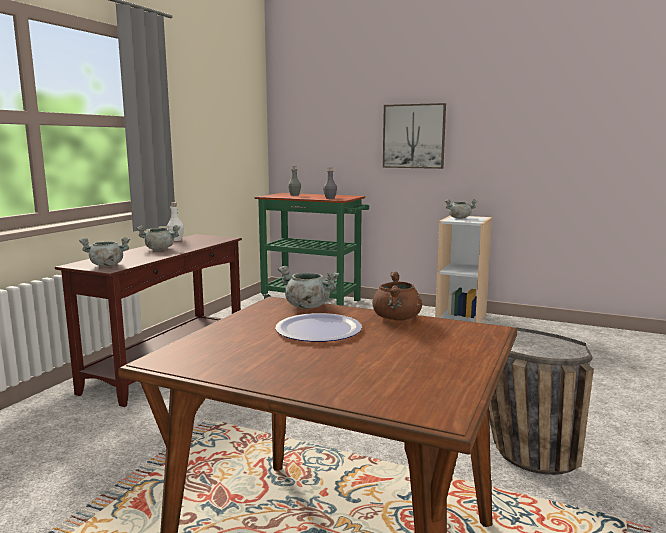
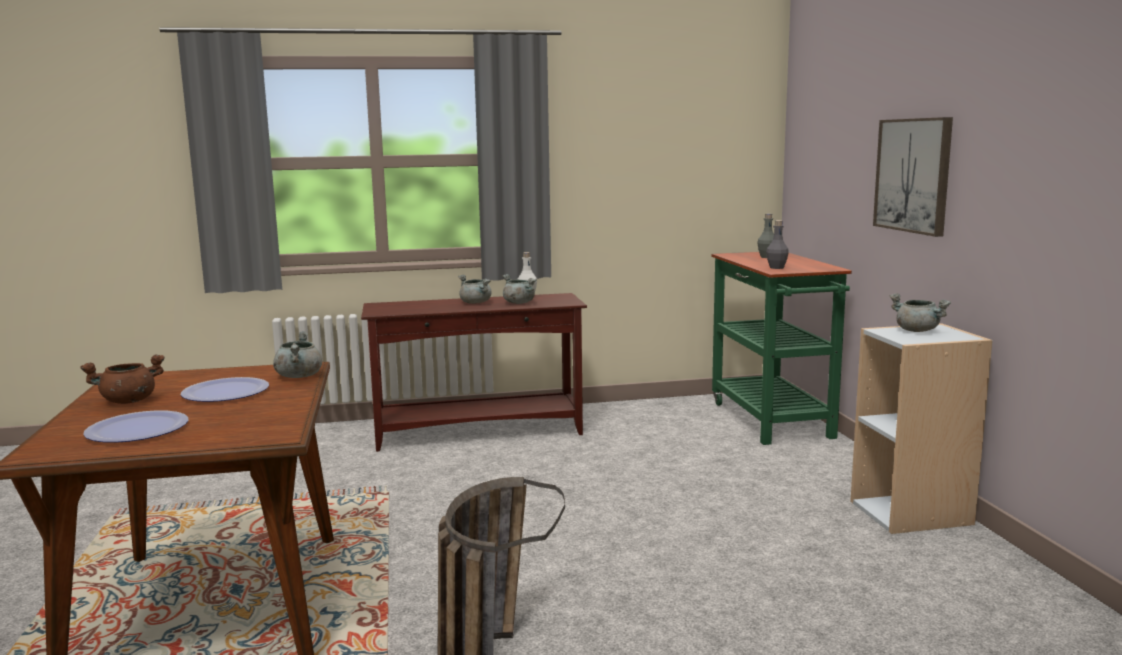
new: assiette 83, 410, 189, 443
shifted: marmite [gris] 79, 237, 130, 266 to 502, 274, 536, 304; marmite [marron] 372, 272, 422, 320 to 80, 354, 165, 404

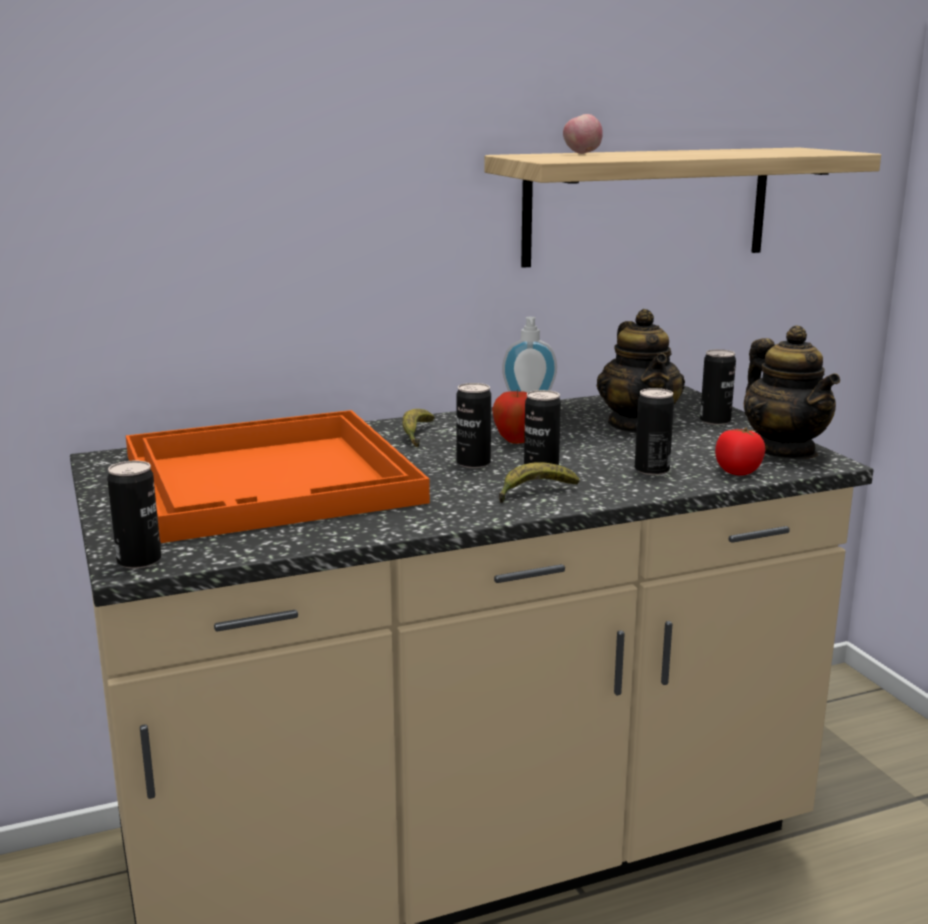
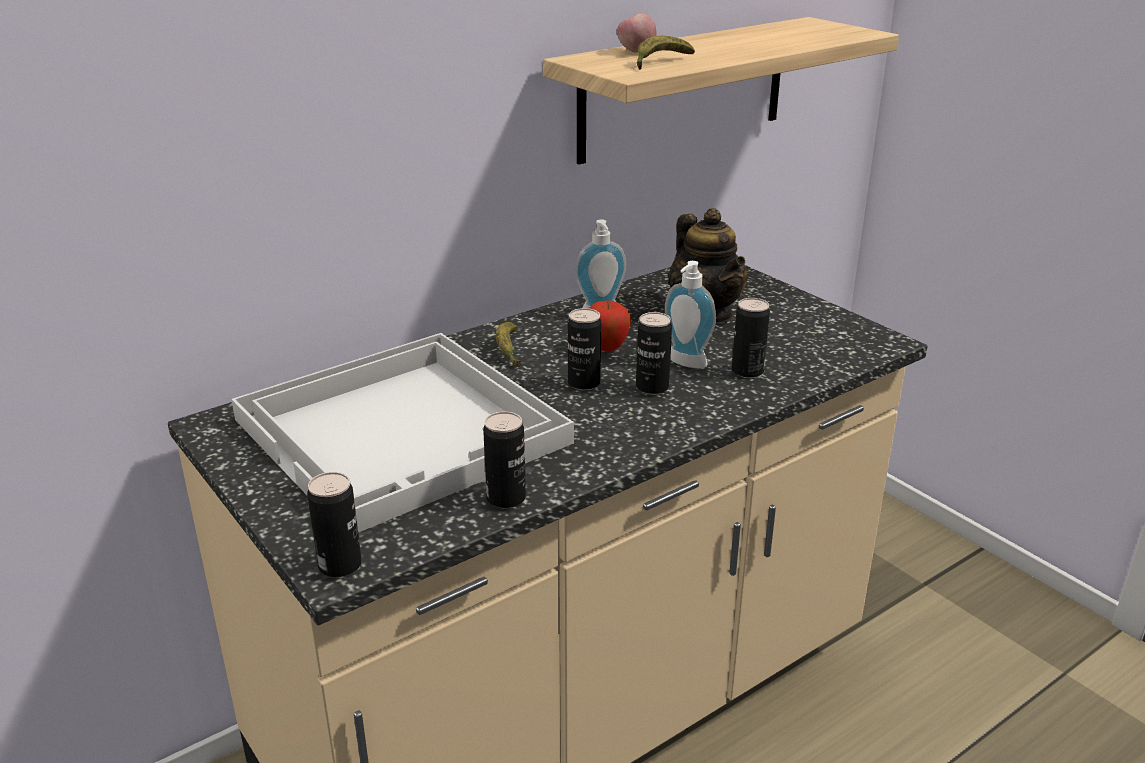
gone: théière 744, 325, 840, 459; tomate 715, 427, 765, 476
new: distributeur de savon 665, 261, 716, 369
shifted: boîte métallique 700, 349, 736, 425 to 483, 411, 526, 509; banane 499, 462, 580, 503 to 637, 35, 695, 70
repainted: plateau [orange] 126, 410, 430, 543 to plateau [blanc] 231, 333, 574, 533

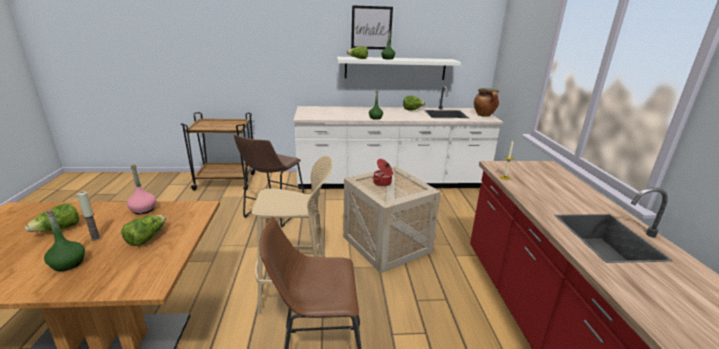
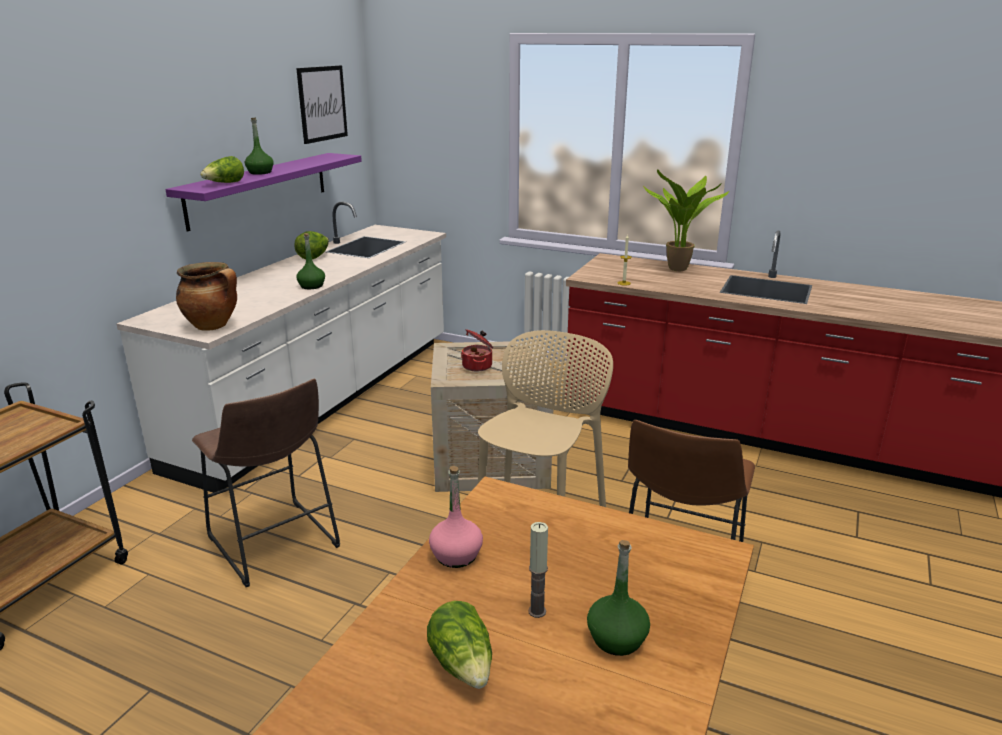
gone: laitue 121, 215, 166, 246
new: plante en pot 643, 169, 729, 271
shifted: tableau 351, 5, 393, 49 to 296, 65, 348, 144; marmite 474, 88, 499, 117 to 176, 262, 237, 331
repainted: étagère [blanc] 337, 57, 461, 80 to étagère [violet] 165, 153, 362, 232

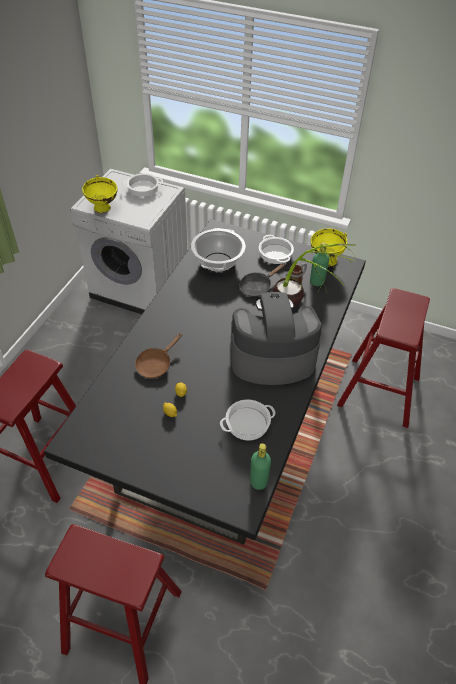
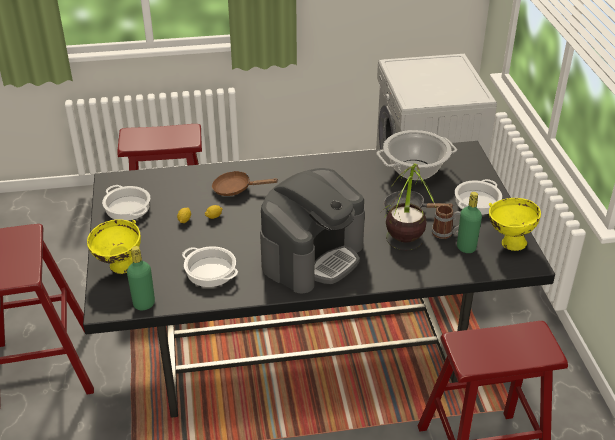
shifted: marmite 122, 173, 163, 196 to 102, 185, 150, 221; bol [jaune] 82, 175, 117, 213 to 87, 219, 141, 274
rotated: machine à café 230, 292, 322, 385 = 260, 168, 365, 294 75 degrees clockwise

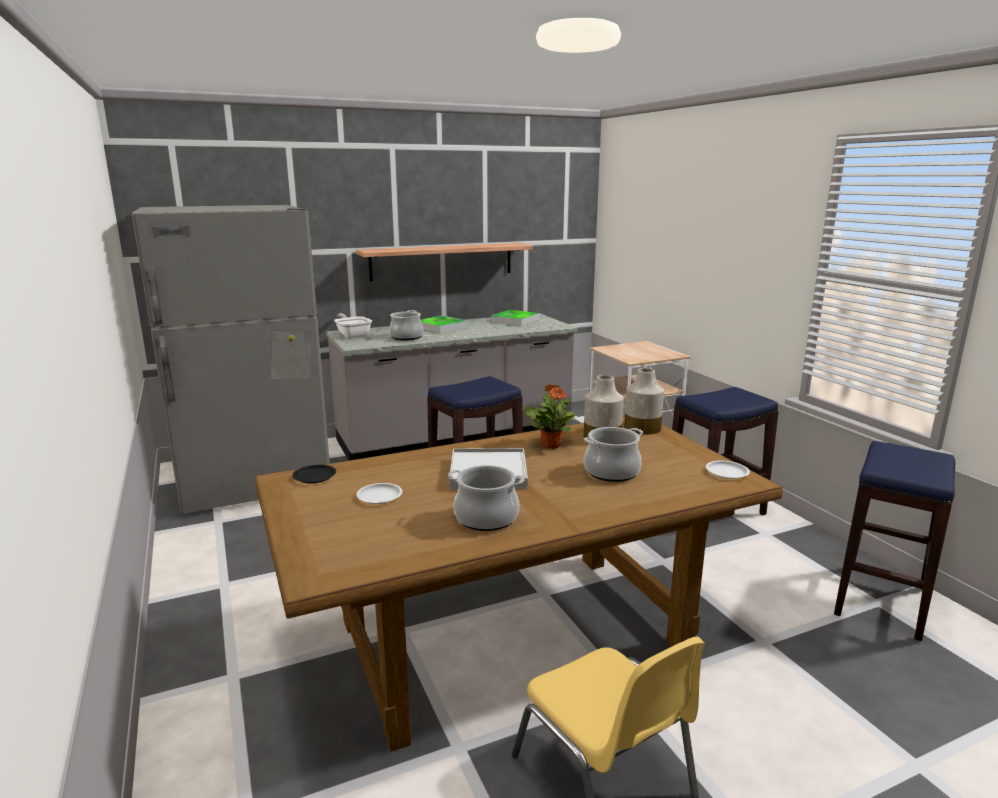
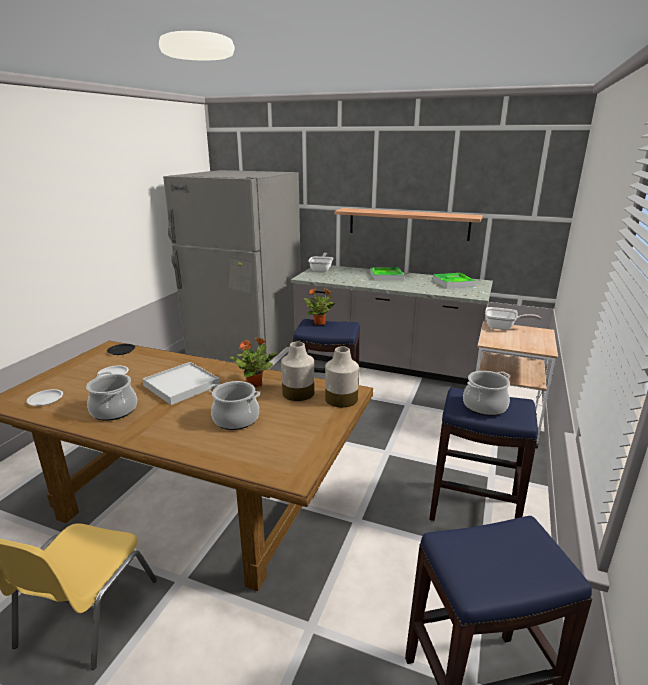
new: plante en pot 304, 288, 336, 325; poêle 485, 307, 542, 330
shifted: marmite 389, 310, 423, 340 to 463, 371, 510, 416; assiette [blanc] 706, 461, 750, 479 to 27, 389, 63, 406

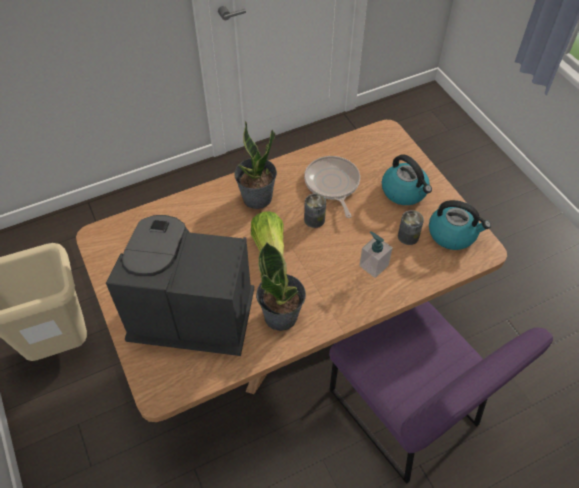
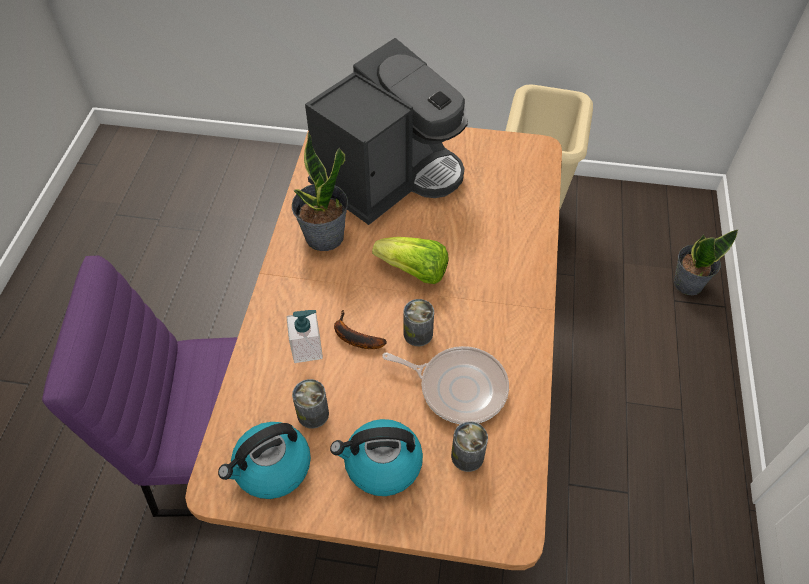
new: banane 334, 310, 387, 349; boîte métallique 451, 421, 488, 472
shifted: plante en pot 234, 121, 277, 209 to 674, 229, 739, 295

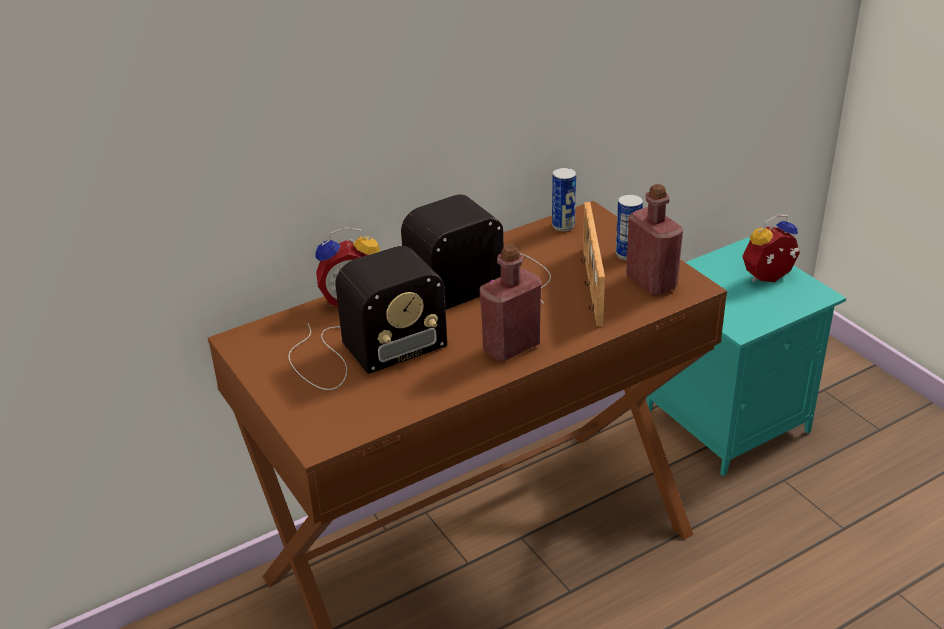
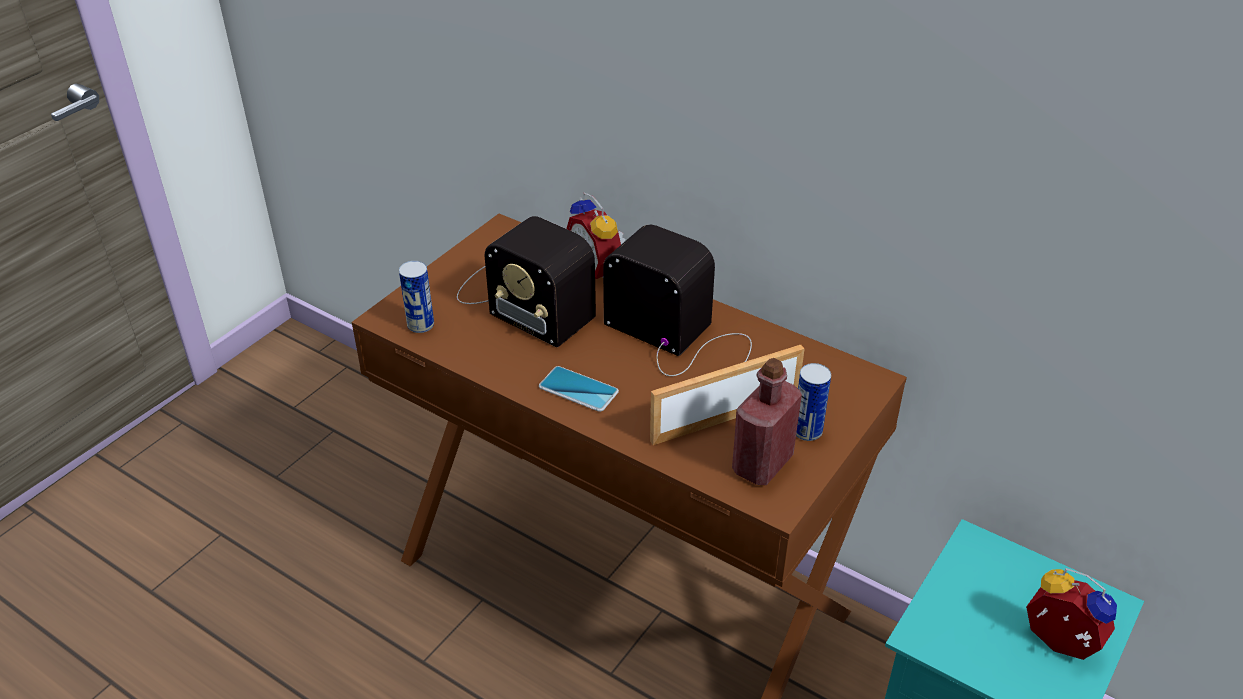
shifted: boîte métallique 552, 167, 576, 231 to 399, 261, 434, 333
swapped: bouteille [rouge] 479, 245, 542, 362 to téléphone 539, 366, 619, 412

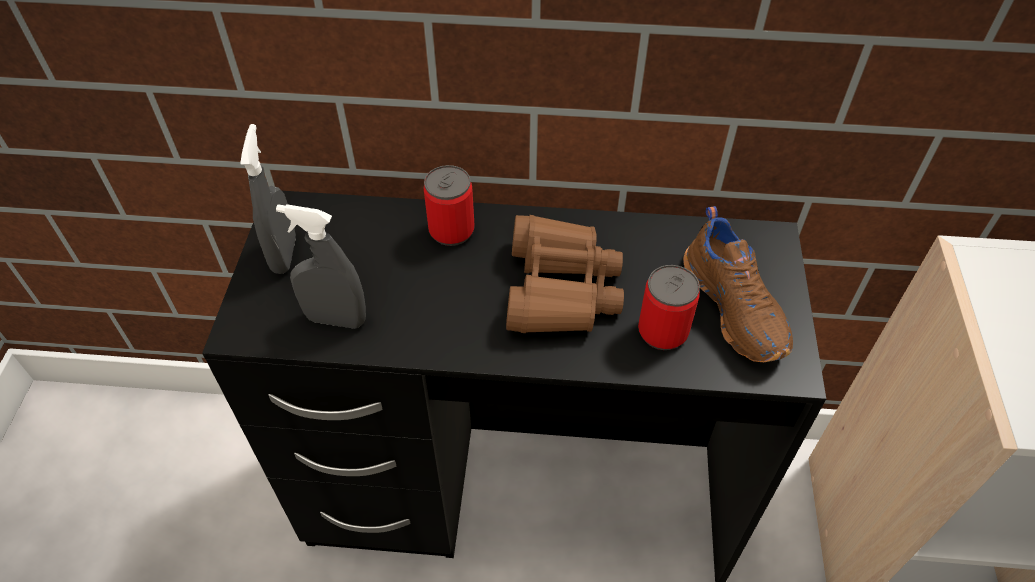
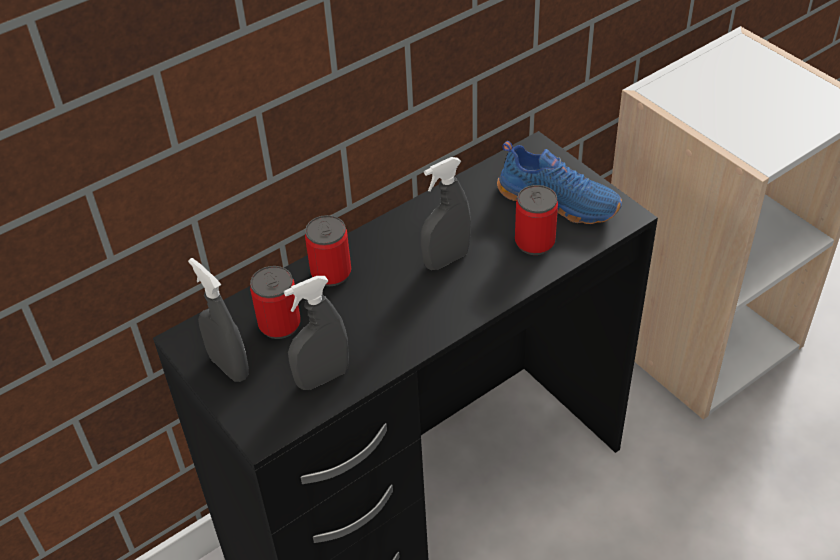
new: boîte métallique 250, 266, 301, 339
swapped: jumelles [marron] 506, 215, 624, 333 to vaporisateur [gris] 421, 157, 471, 270
repainted: chaussure [marron] 683, 206, 793, 362 to chaussure [bleu] 497, 141, 622, 224

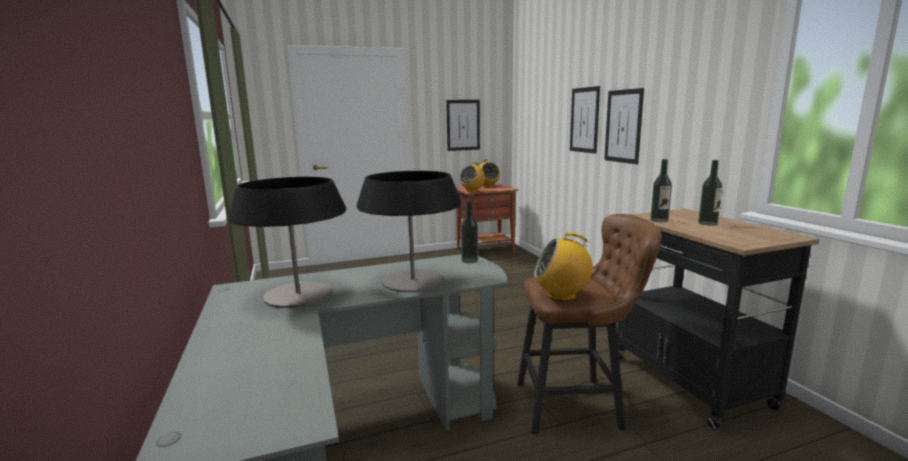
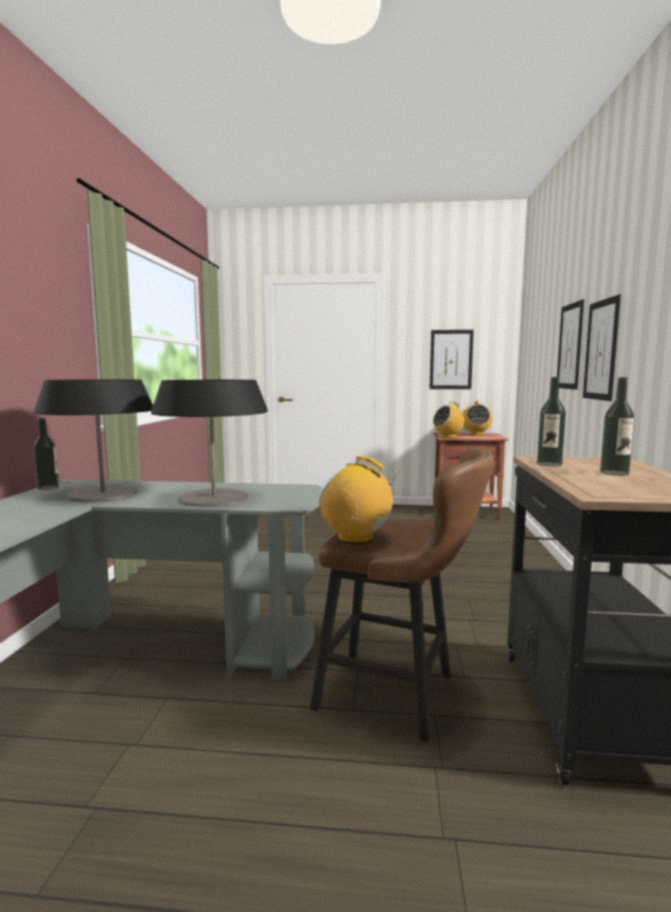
shifted: bouteille 461, 200, 478, 263 to 33, 418, 59, 490

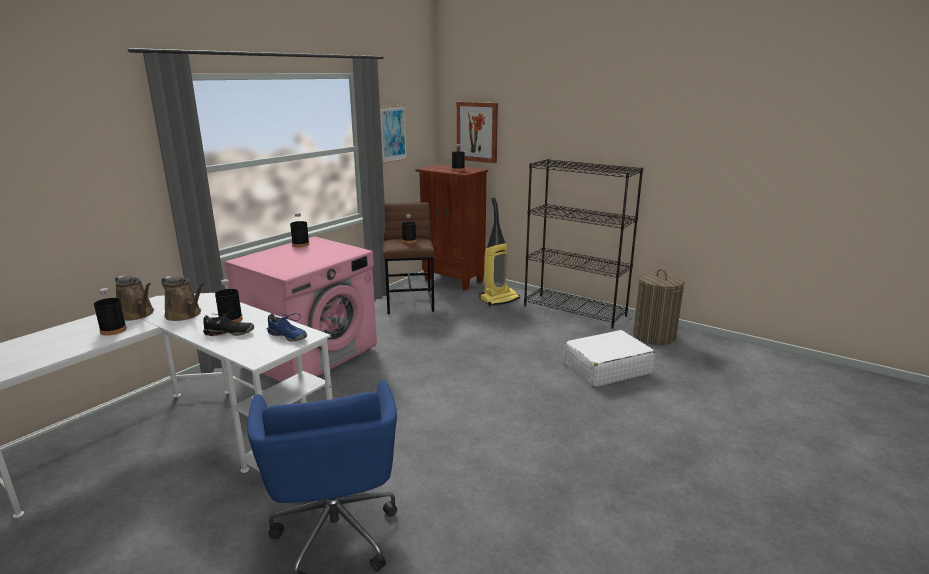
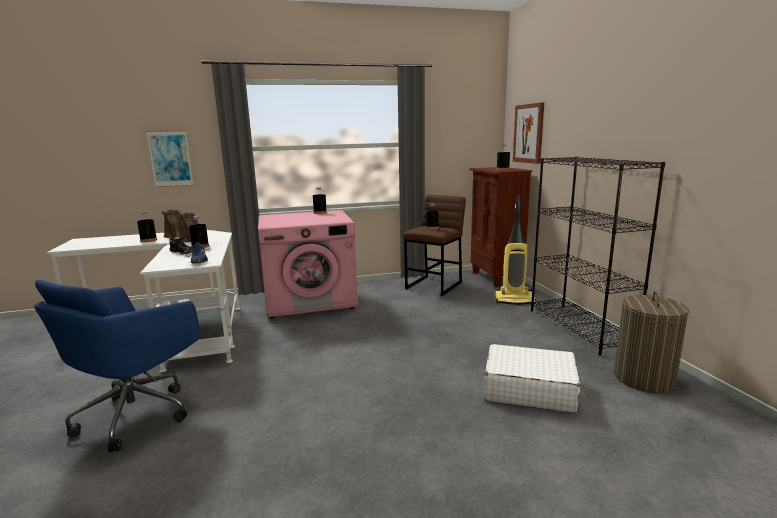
shifted: tableau 380, 105, 407, 163 to 146, 130, 193, 187

